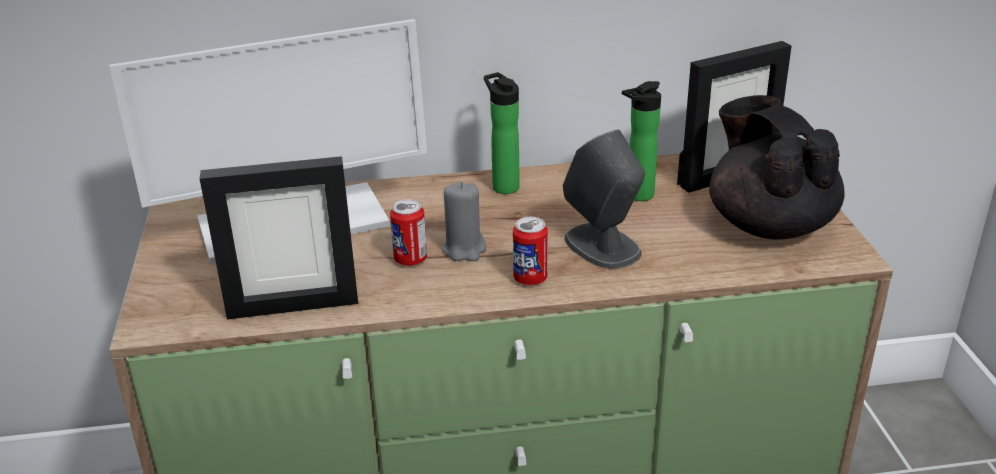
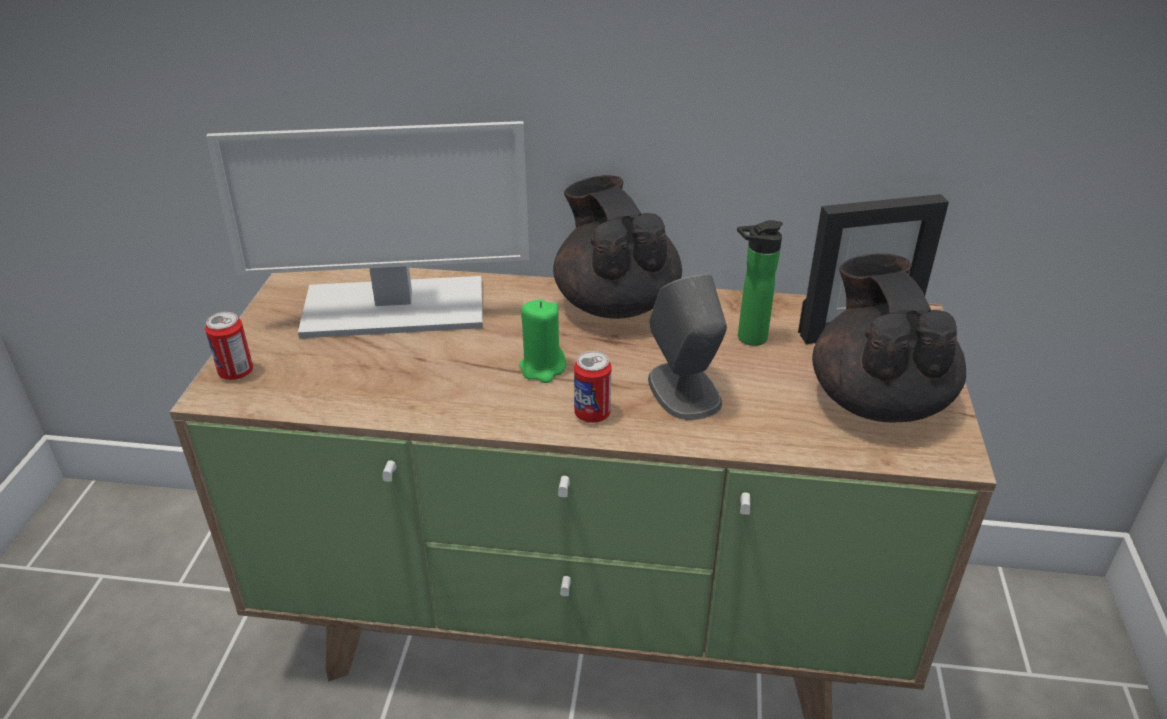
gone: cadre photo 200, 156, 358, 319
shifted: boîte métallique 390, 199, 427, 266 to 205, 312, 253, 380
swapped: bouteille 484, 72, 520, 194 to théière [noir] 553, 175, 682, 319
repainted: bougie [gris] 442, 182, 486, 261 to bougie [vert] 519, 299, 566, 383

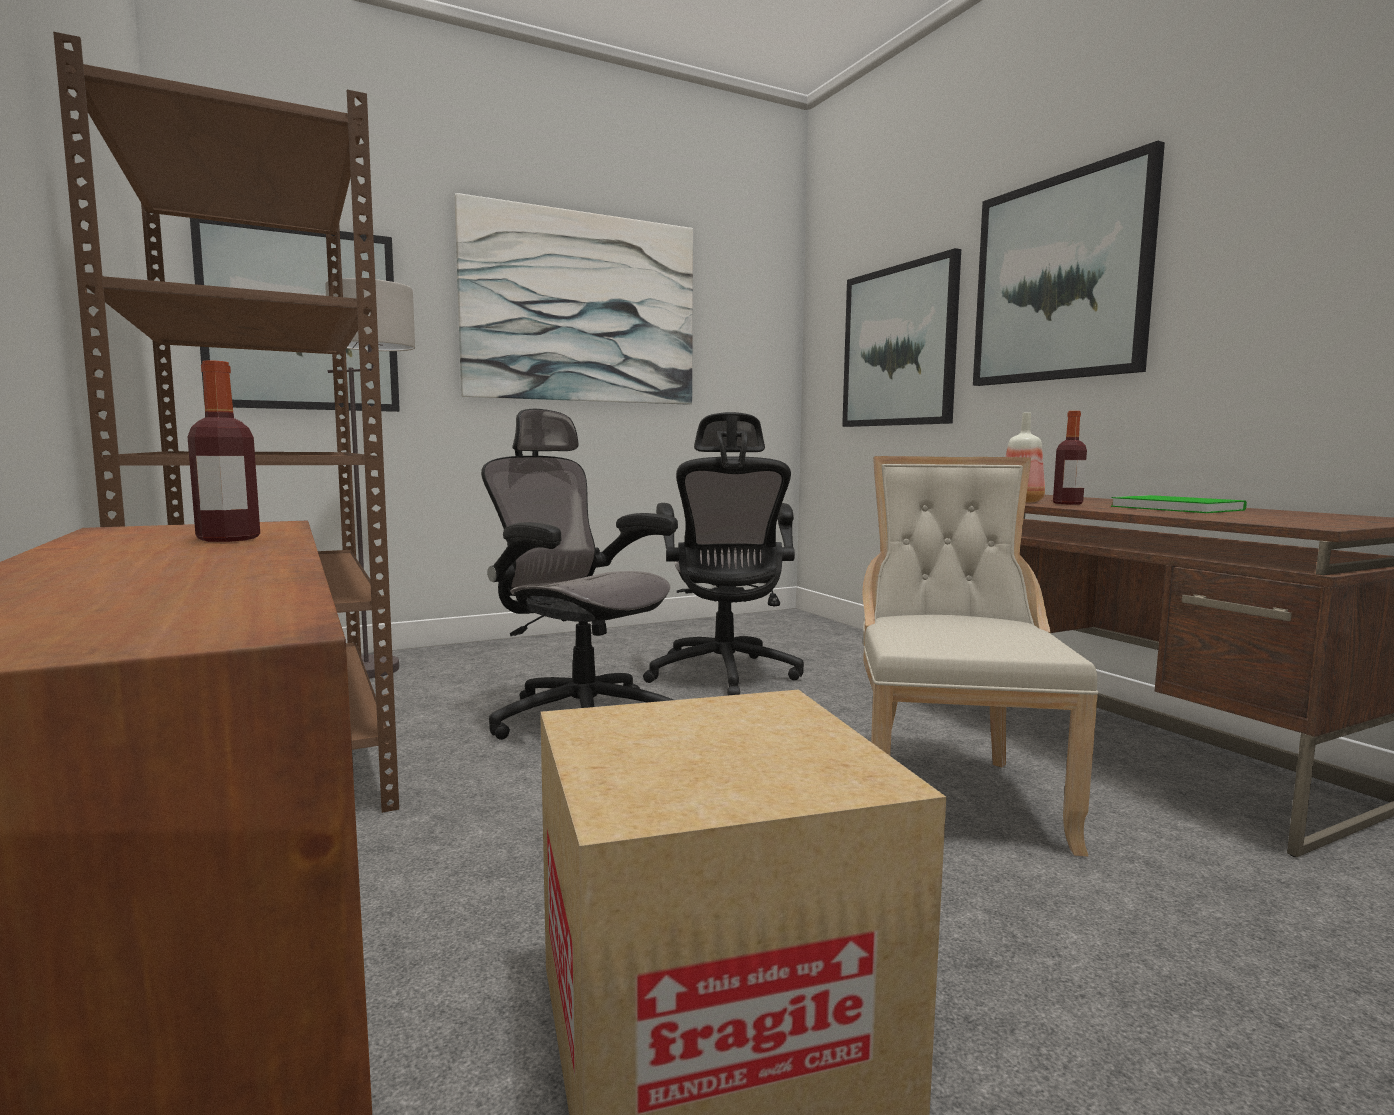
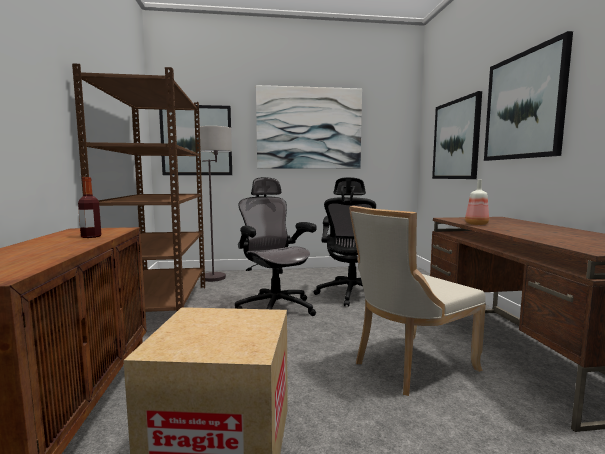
gone: bouteille 1053, 411, 1087, 505; livre [vert] 1111, 495, 1247, 513
rotated: chaise [beige] 863, 456, 1099, 856 = 349, 206, 486, 396 150 degrees counterclockwise

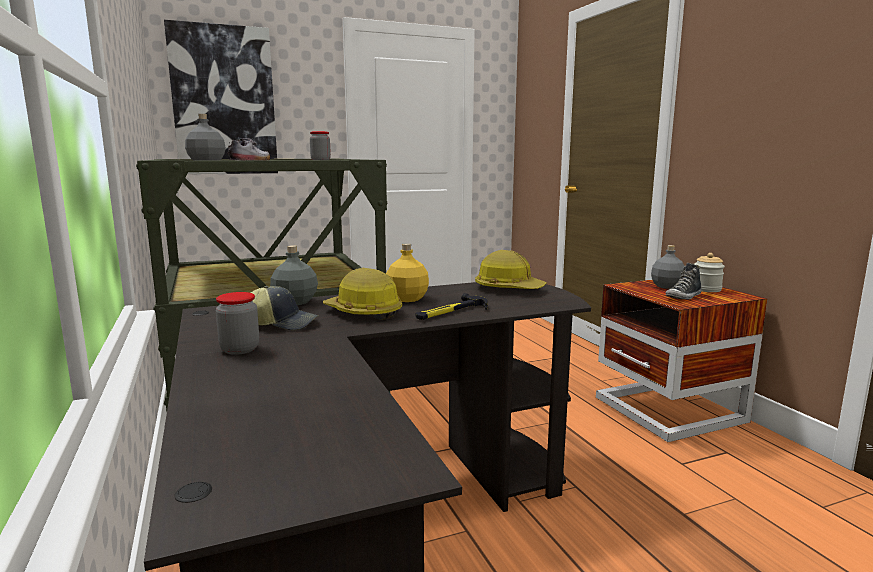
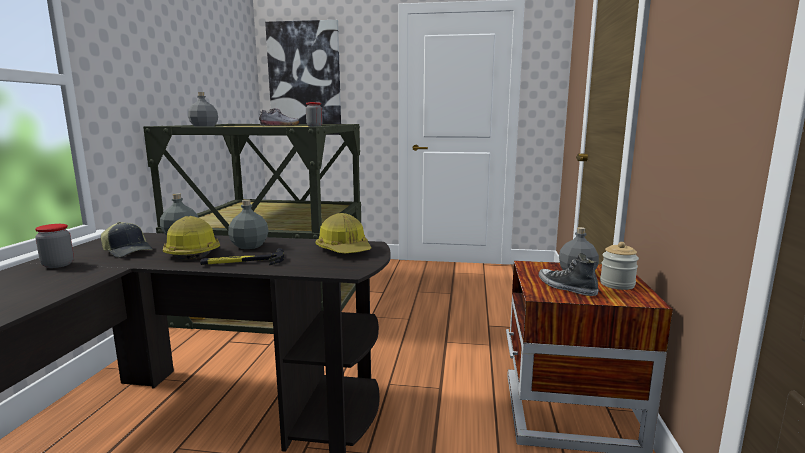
repainted: bouteille [jaune] 386, 243, 429, 302 to bouteille [gris] 228, 199, 269, 249
rotated: chaussure 666, 263, 702, 300 = 538, 253, 599, 296 60 degrees clockwise

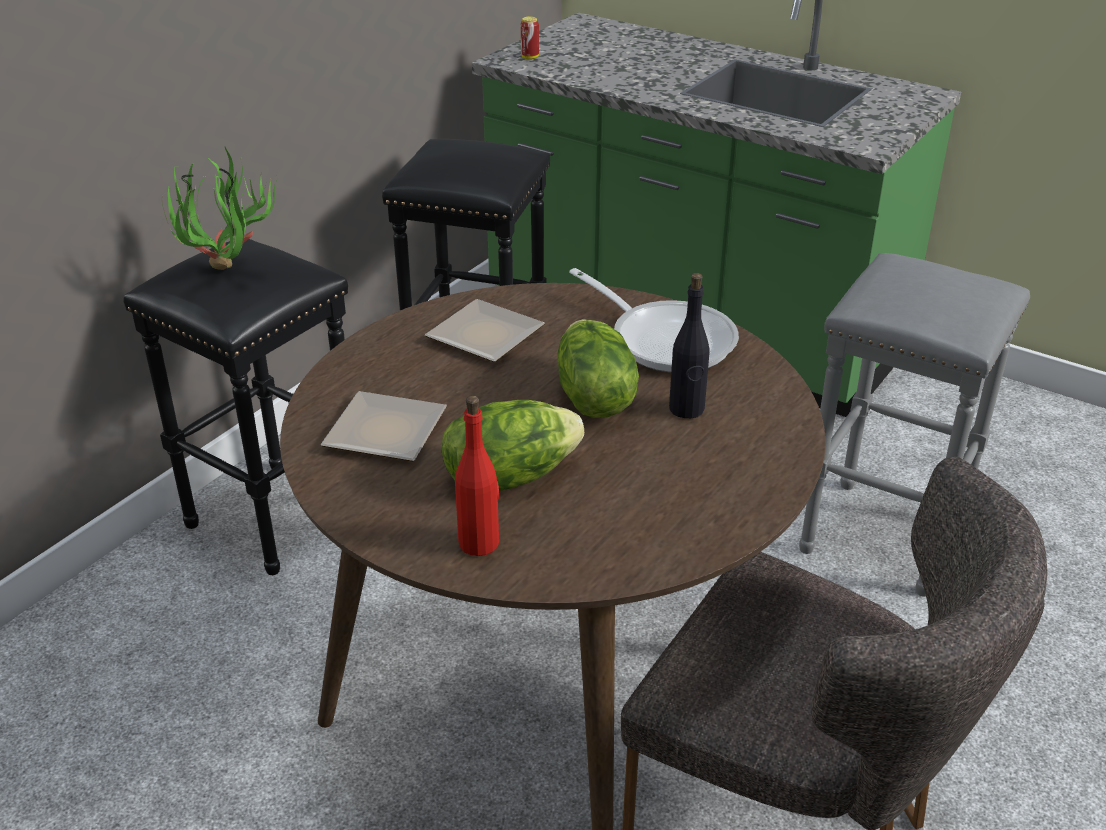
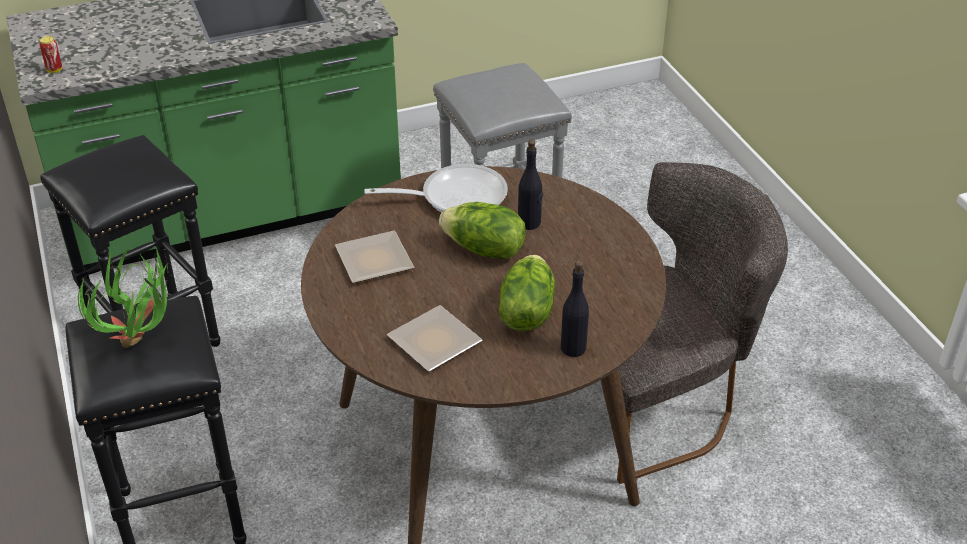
repainted: bouteille [rouge] 455, 395, 499, 556 to bouteille [noir] 561, 261, 589, 357

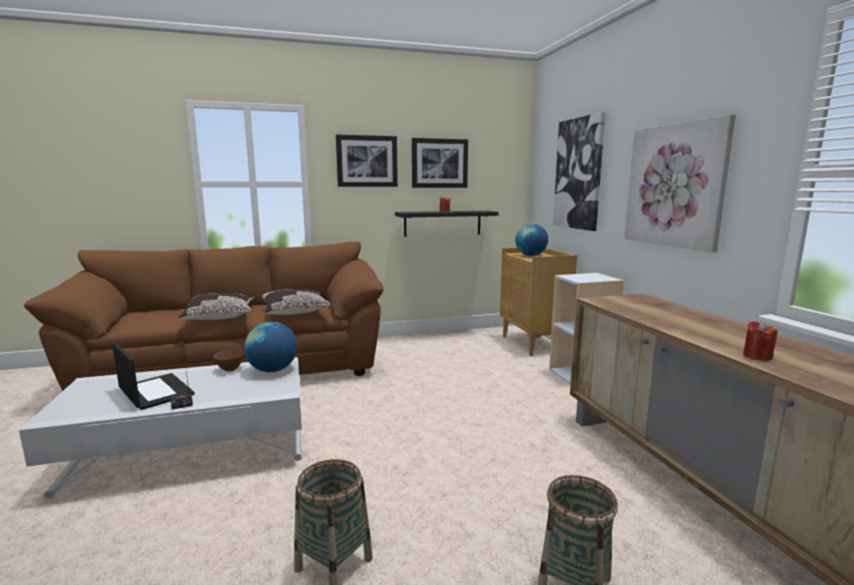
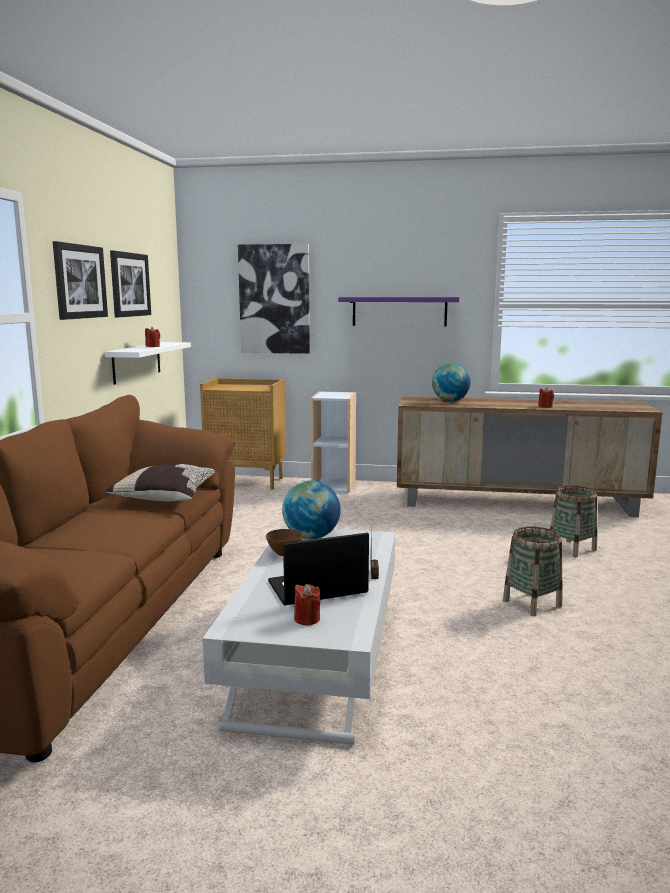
gone: coussin 178, 293, 255, 320
new: bougie [rouge] 294, 584, 320, 625
shifted: globe 515, 224, 548, 256 to 432, 363, 471, 402
swapped: tableau 625, 114, 736, 252 to étagère [violet] 338, 297, 459, 326
repainted: étagère [noir] 395, 211, 499, 237 to étagère [blanc] 105, 342, 191, 385

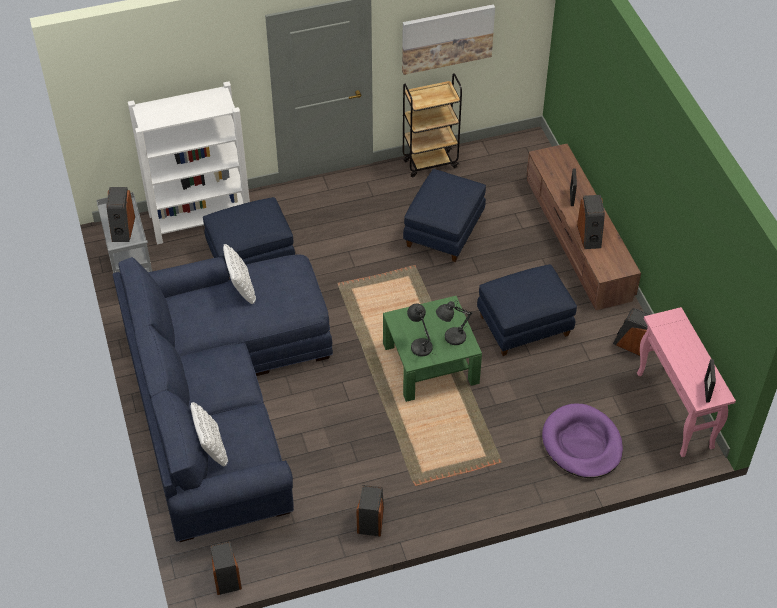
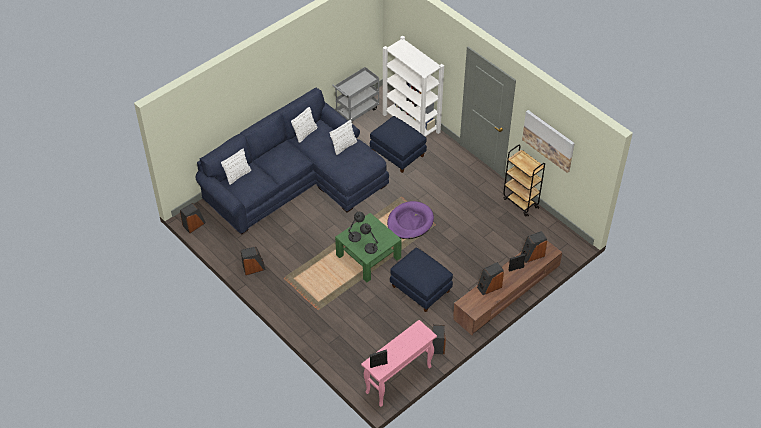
gone: pouf [bleu] 403, 169, 486, 262
new: coussin [blanc] 291, 107, 318, 143
shifted: enceinte 106, 187, 135, 242 to 520, 231, 547, 263; panier pour chien [violet] 542, 404, 623, 478 to 387, 201, 434, 239

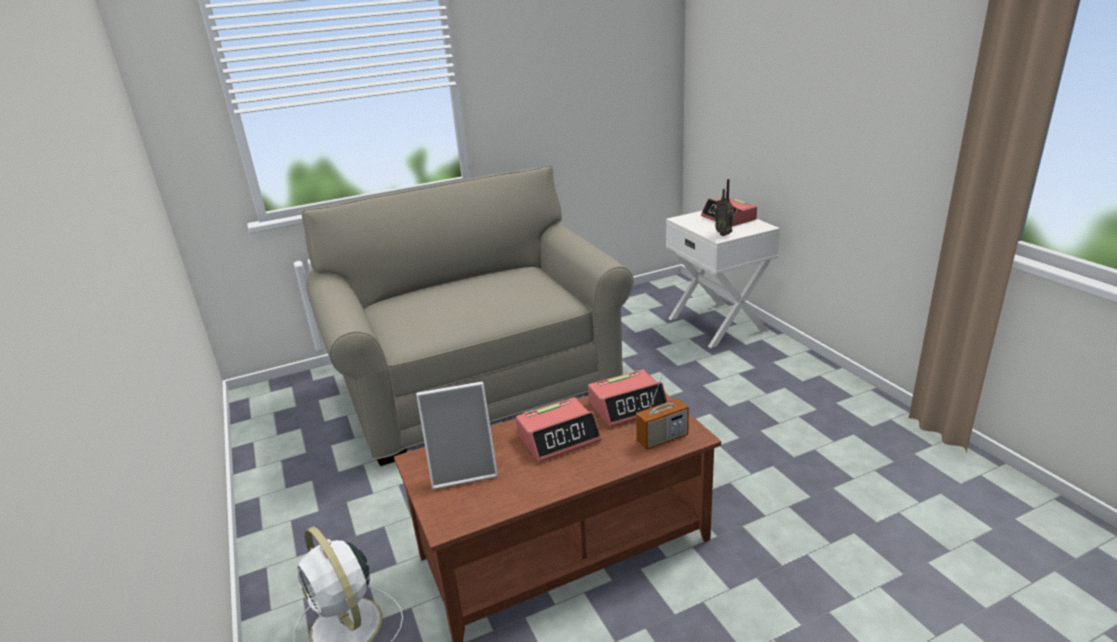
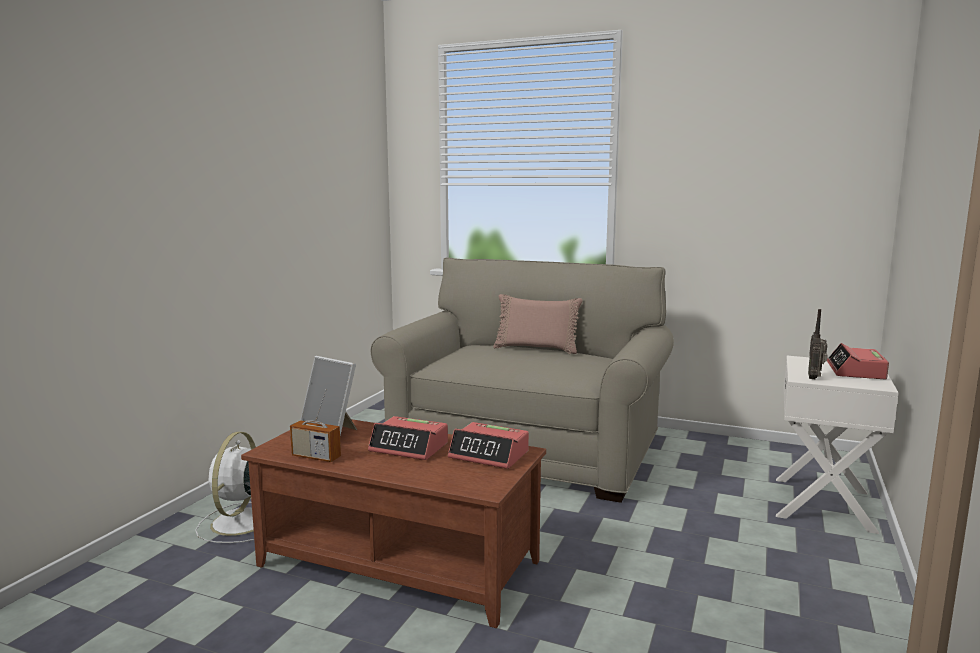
new: coussin [beige] 493, 294, 583, 354
shifted: radio 636, 369, 689, 450 to 290, 389, 341, 462

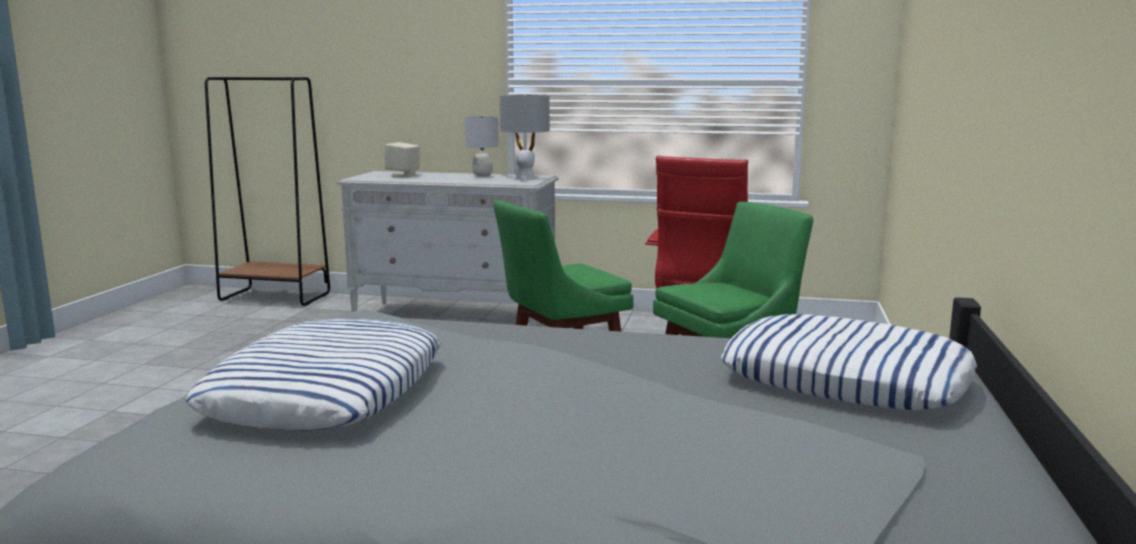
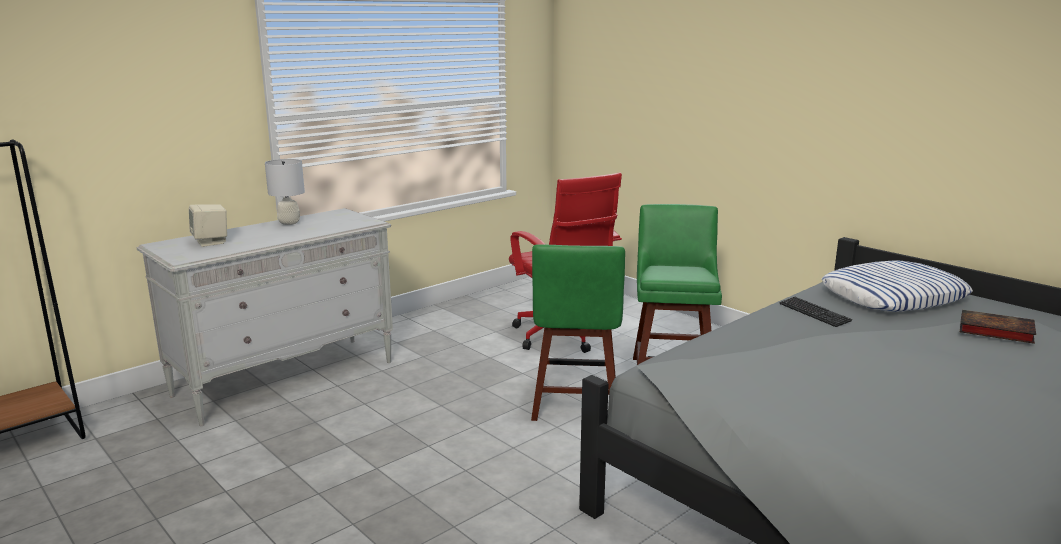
gone: lampe de table [gris] 500, 94, 550, 179; coussin 185, 319, 441, 431
new: clavier 779, 297, 852, 327; livre 960, 310, 1036, 344

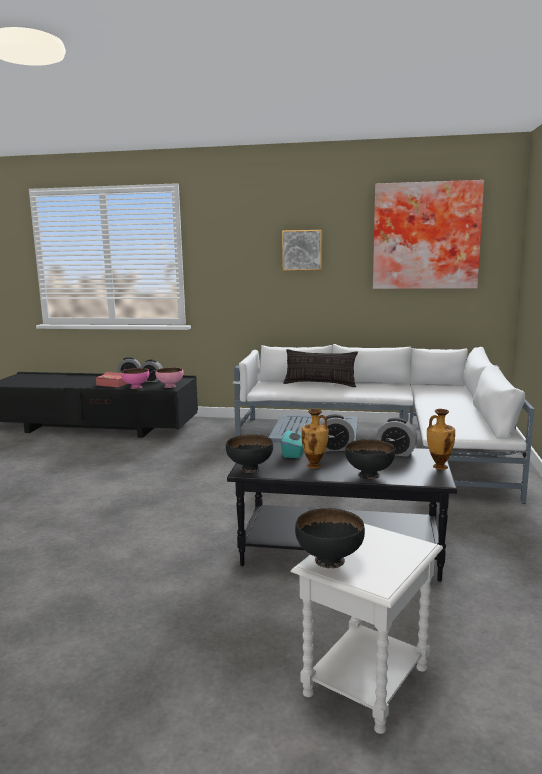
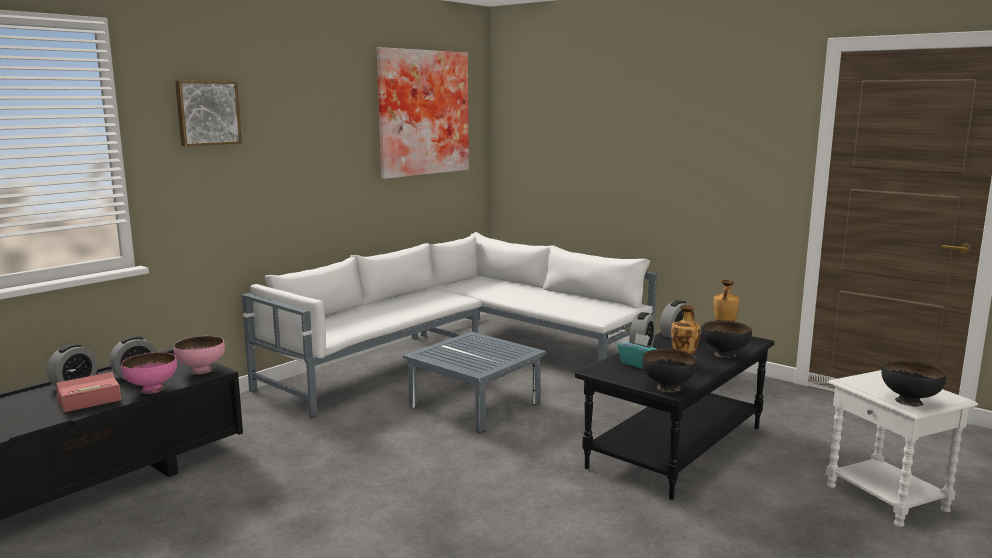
gone: coussin 283, 349, 358, 387
shifted: tableau 282, 230, 322, 271 to 175, 81, 242, 146

